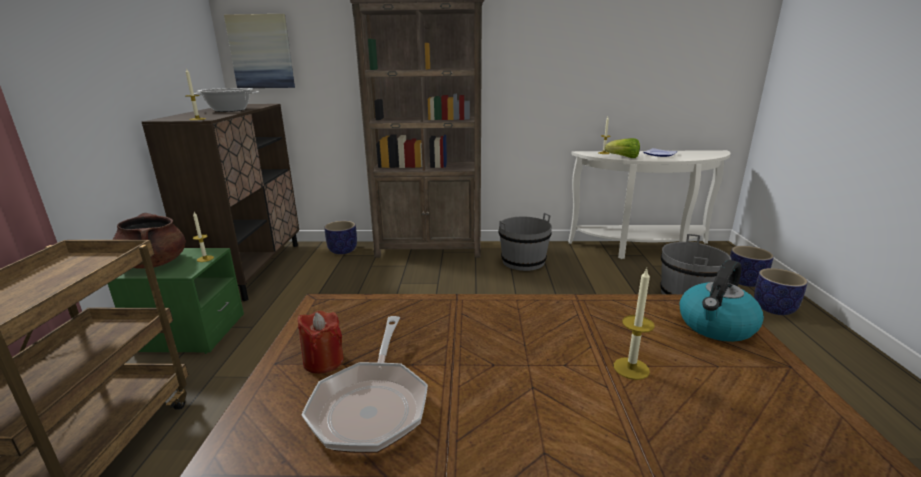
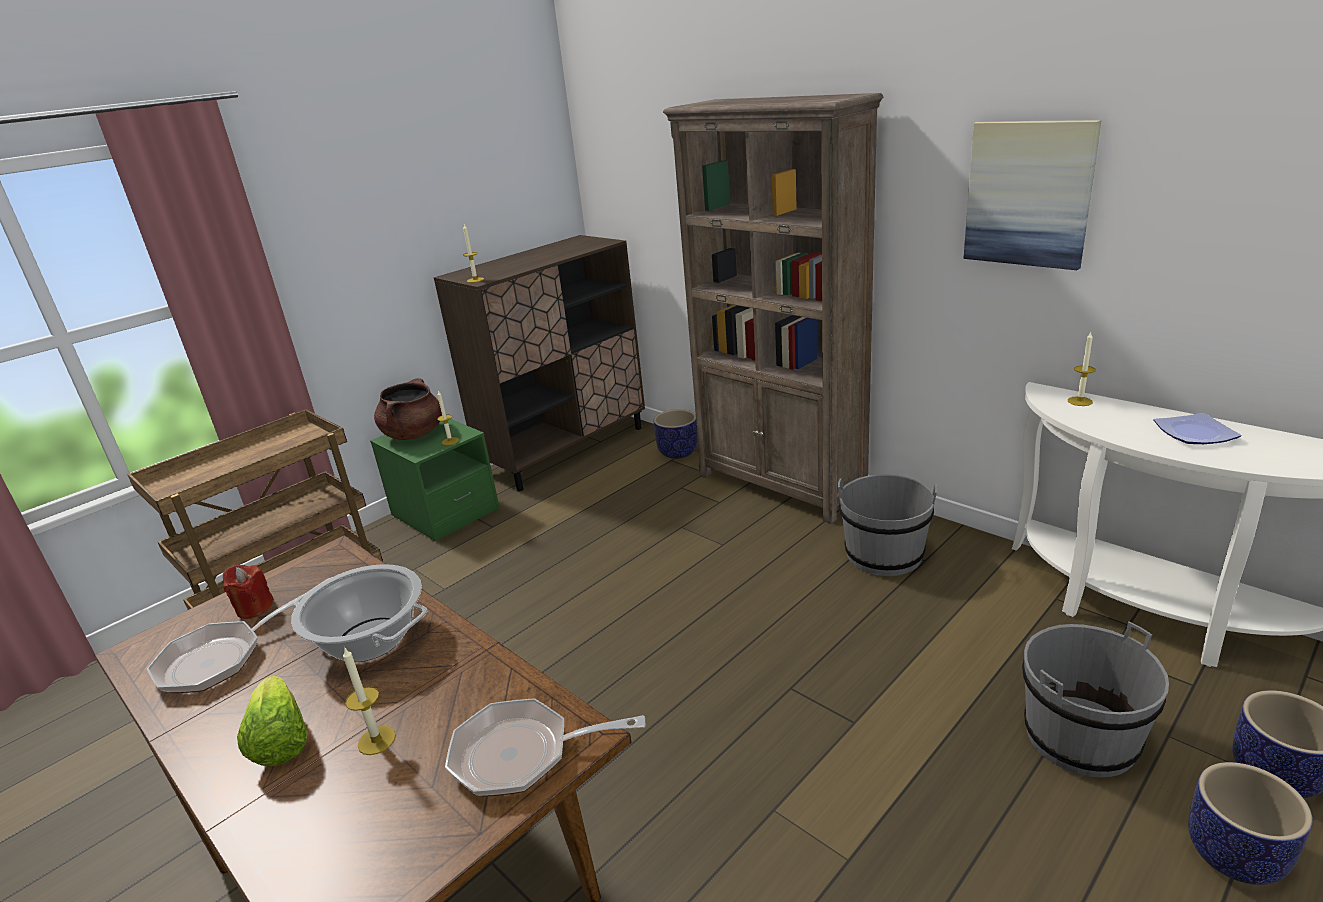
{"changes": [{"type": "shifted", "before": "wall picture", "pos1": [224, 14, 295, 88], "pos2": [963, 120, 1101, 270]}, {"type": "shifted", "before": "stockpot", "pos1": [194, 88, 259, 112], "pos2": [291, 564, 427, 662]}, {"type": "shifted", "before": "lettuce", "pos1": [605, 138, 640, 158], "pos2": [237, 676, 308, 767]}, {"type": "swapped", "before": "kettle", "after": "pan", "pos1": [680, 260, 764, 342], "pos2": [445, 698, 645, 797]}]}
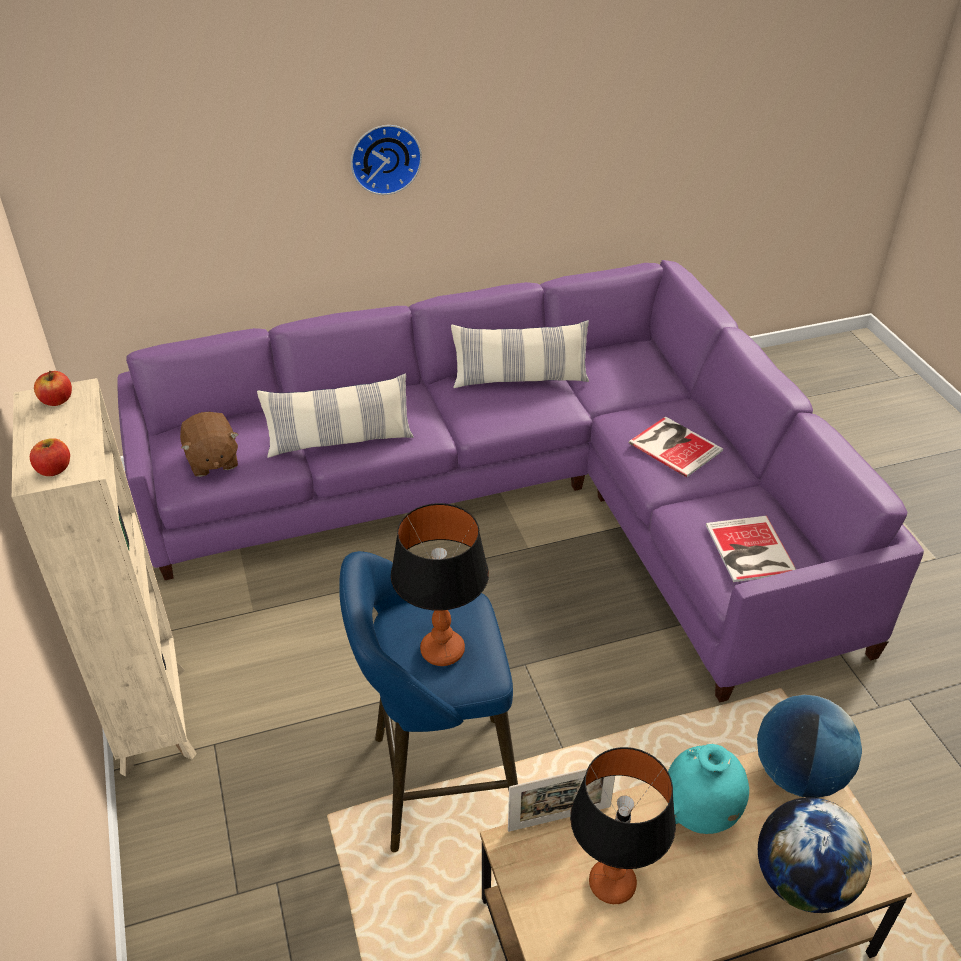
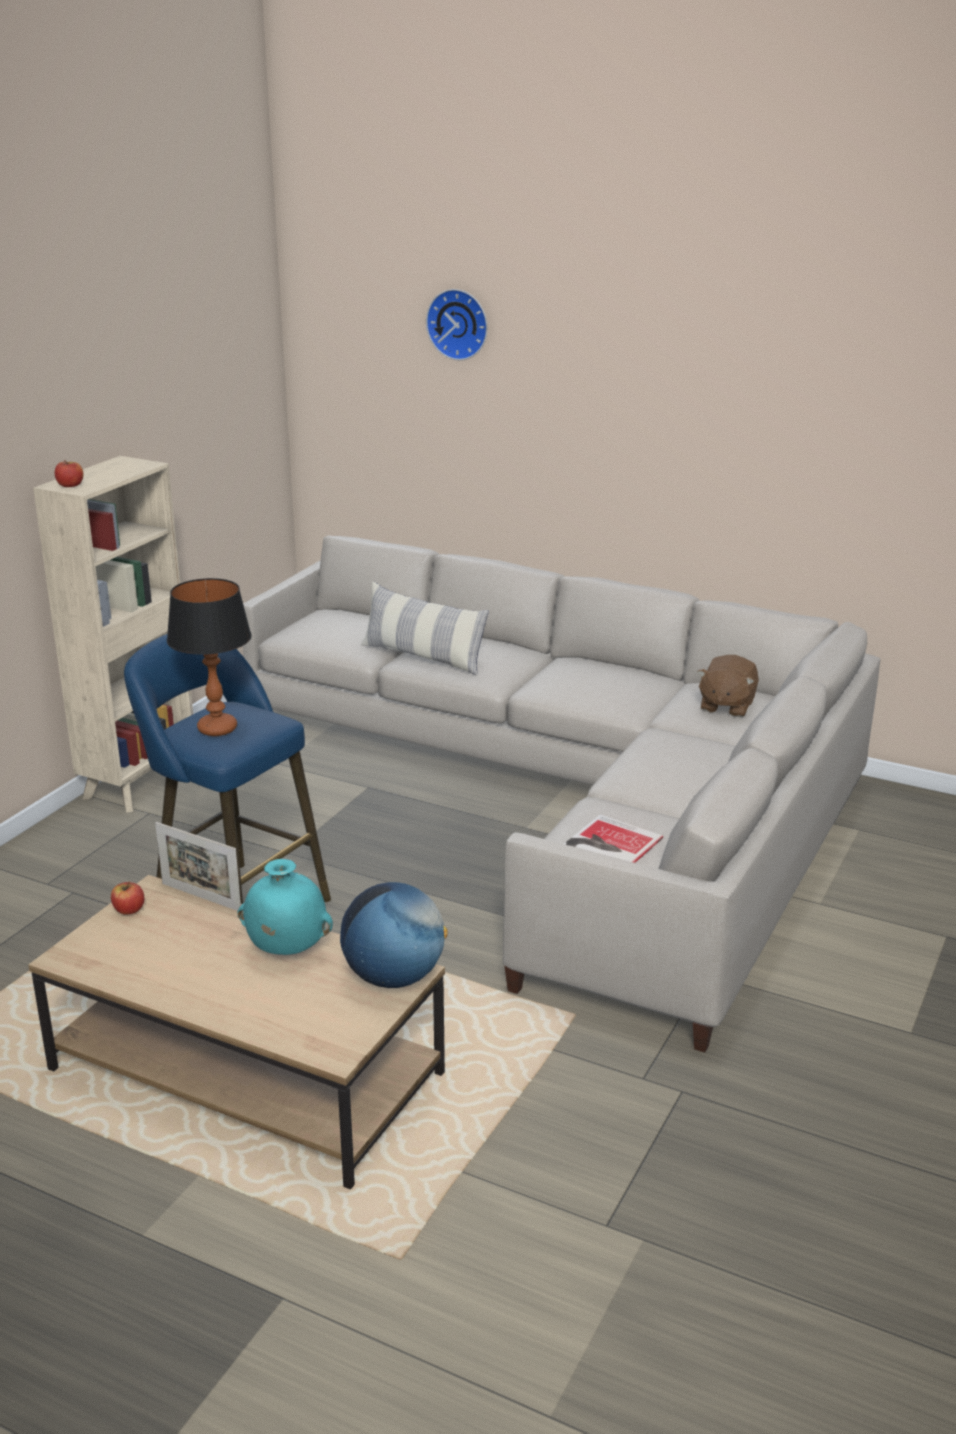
{"changes": [{"type": "shifted", "before": "wall clock", "pos1": [351, 125, 422, 195], "pos2": [426, 289, 488, 360]}, {"type": "repainted", "before": "purple sofa", "after": "sand-coloured sofa", "pos1": [117, 260, 924, 703], "pos2": [243, 536, 880, 1053]}, {"type": "gone", "before": "pillow", "pos1": [451, 320, 589, 388]}, {"type": "shifted", "before": "apple", "pos1": [34, 370, 72, 406], "pos2": [111, 882, 144, 915]}, {"type": "shifted", "before": "brownish soft toy", "pos1": [180, 412, 239, 477], "pos2": [697, 655, 759, 717]}, {"type": "gone", "before": "volume", "pos1": [629, 416, 723, 477]}, {"type": "gone", "before": "table lamp", "pos1": [570, 747, 676, 904]}, {"type": "gone", "before": "globe", "pos1": [758, 797, 872, 913]}]}
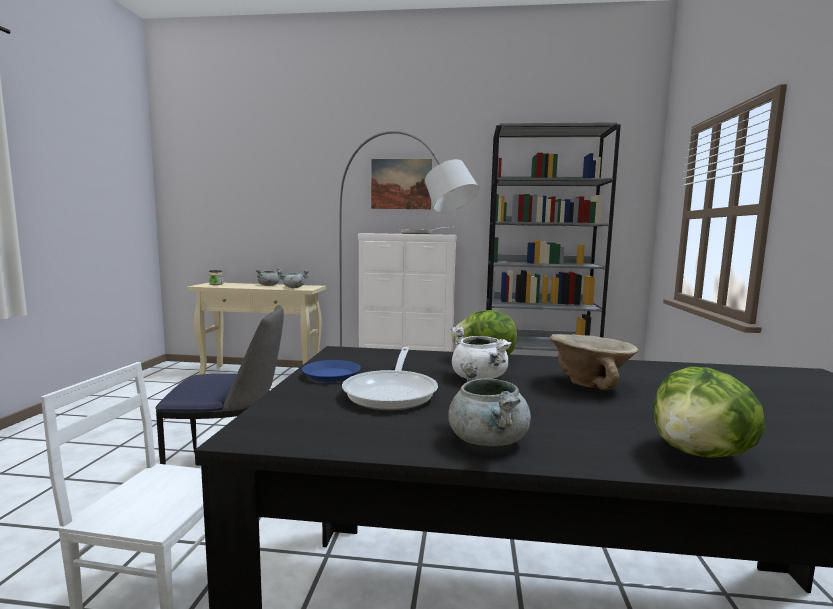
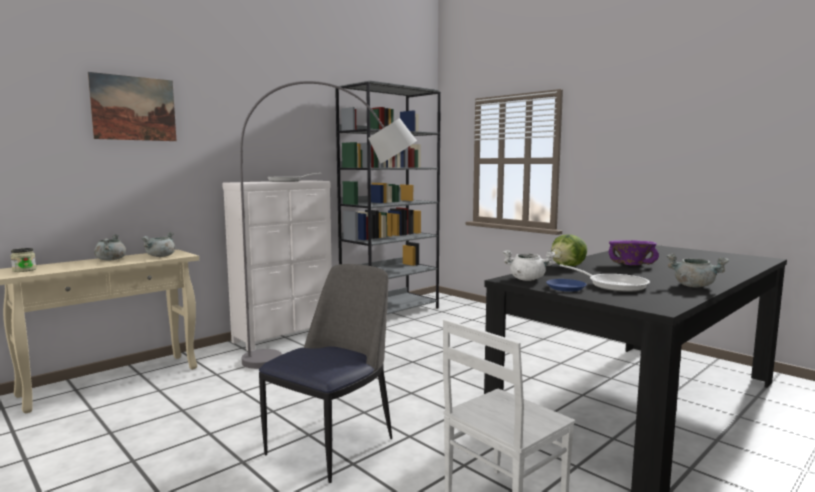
{"changes": [{"type": "shifted", "before": "wall picture", "pos1": [371, 159, 432, 209], "pos2": [88, 72, 177, 141]}, {"type": "shifted", "before": "white stockpot", "pos1": [451, 326, 512, 379], "pos2": [503, 250, 556, 281]}, {"type": "repainted", "before": "sand-coloured bowl", "after": "purple bowl", "pos1": [550, 334, 639, 391], "pos2": [609, 240, 659, 266]}, {"type": "gone", "before": "lettuce", "pos1": [654, 366, 766, 458]}]}
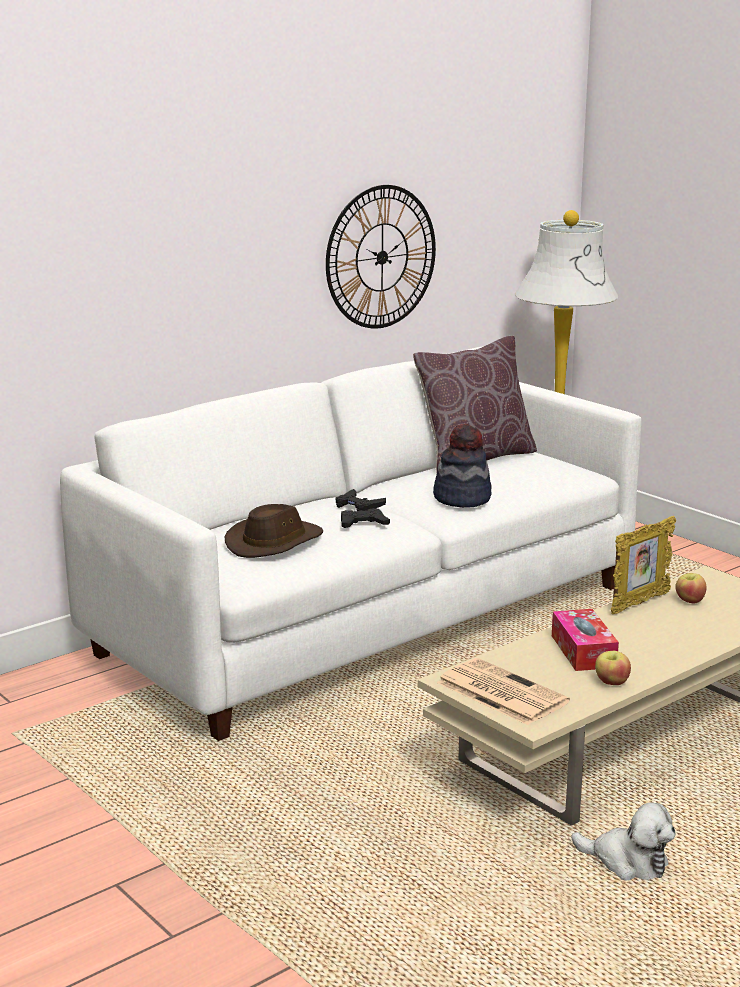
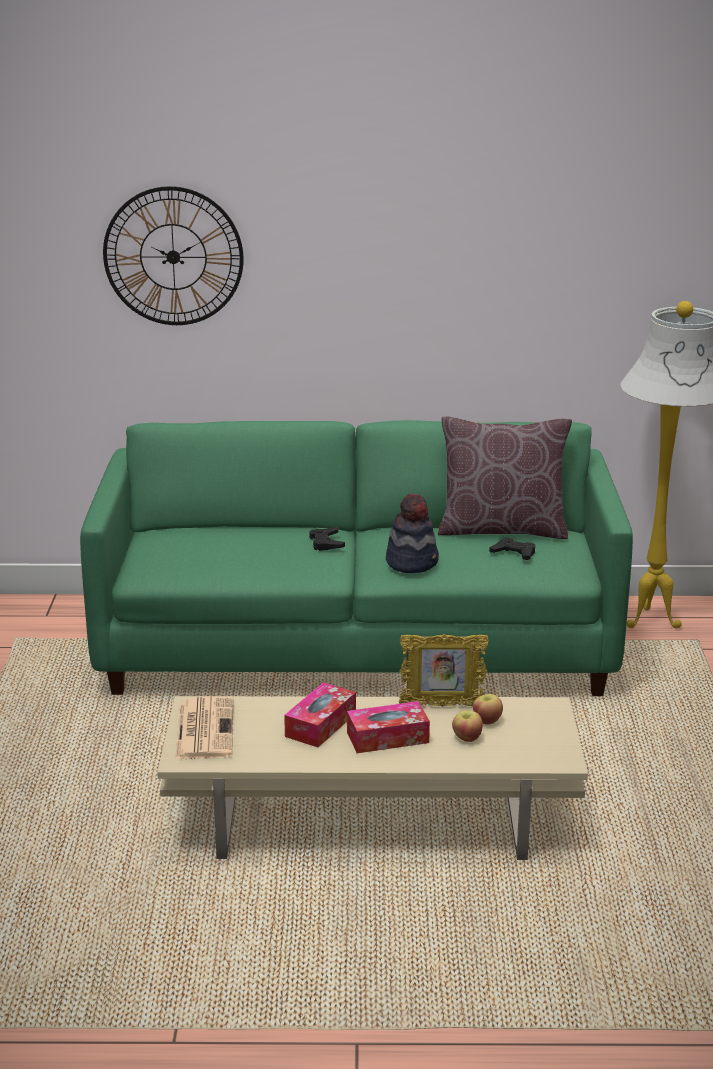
{"changes": [{"type": "shifted", "before": "wall clock", "pos1": [326, 185, 436, 329], "pos2": [103, 186, 244, 325]}, {"type": "repainted", "before": "white sofa", "after": "greenish sofa", "pos1": [60, 346, 641, 741], "pos2": [80, 420, 633, 696]}, {"type": "gone", "before": "brownish clothing hat", "pos1": [224, 504, 323, 558]}, {"type": "shifted", "before": "blackish gamepad", "pos1": [341, 508, 390, 528], "pos2": [489, 538, 535, 560]}, {"type": "shifted", "before": "apple", "pos1": [595, 651, 631, 685], "pos2": [452, 710, 483, 742]}, {"type": "gone", "before": "soft toy", "pos1": [571, 803, 675, 881]}, {"type": "new", "after": "tissue holder", "pos2": [347, 701, 430, 753]}]}
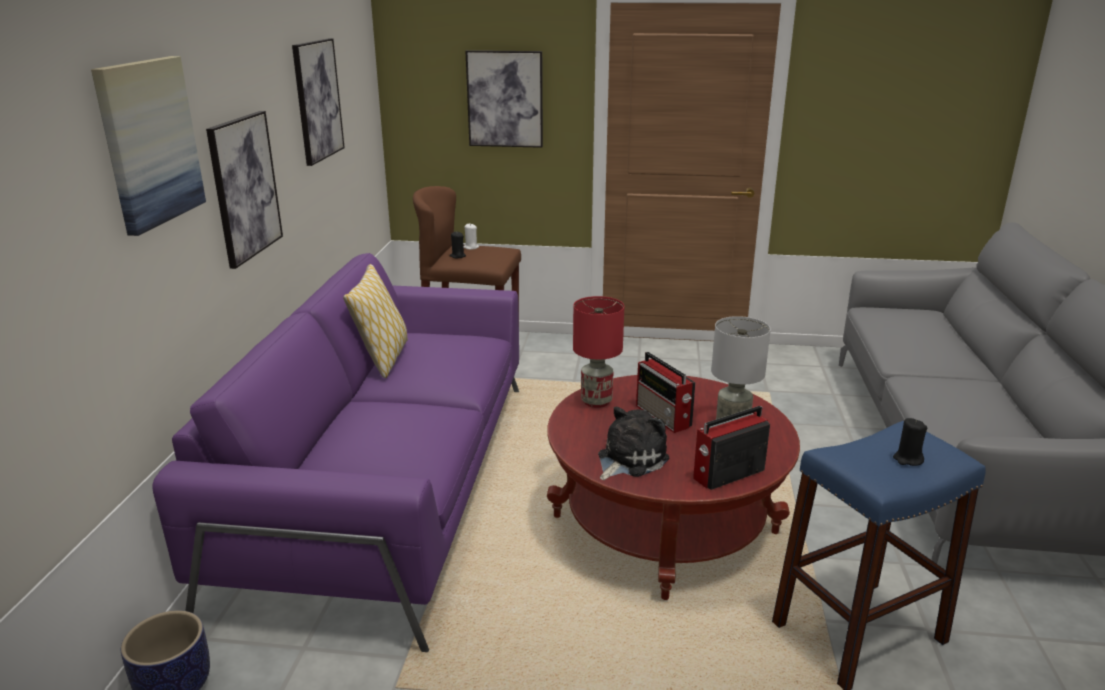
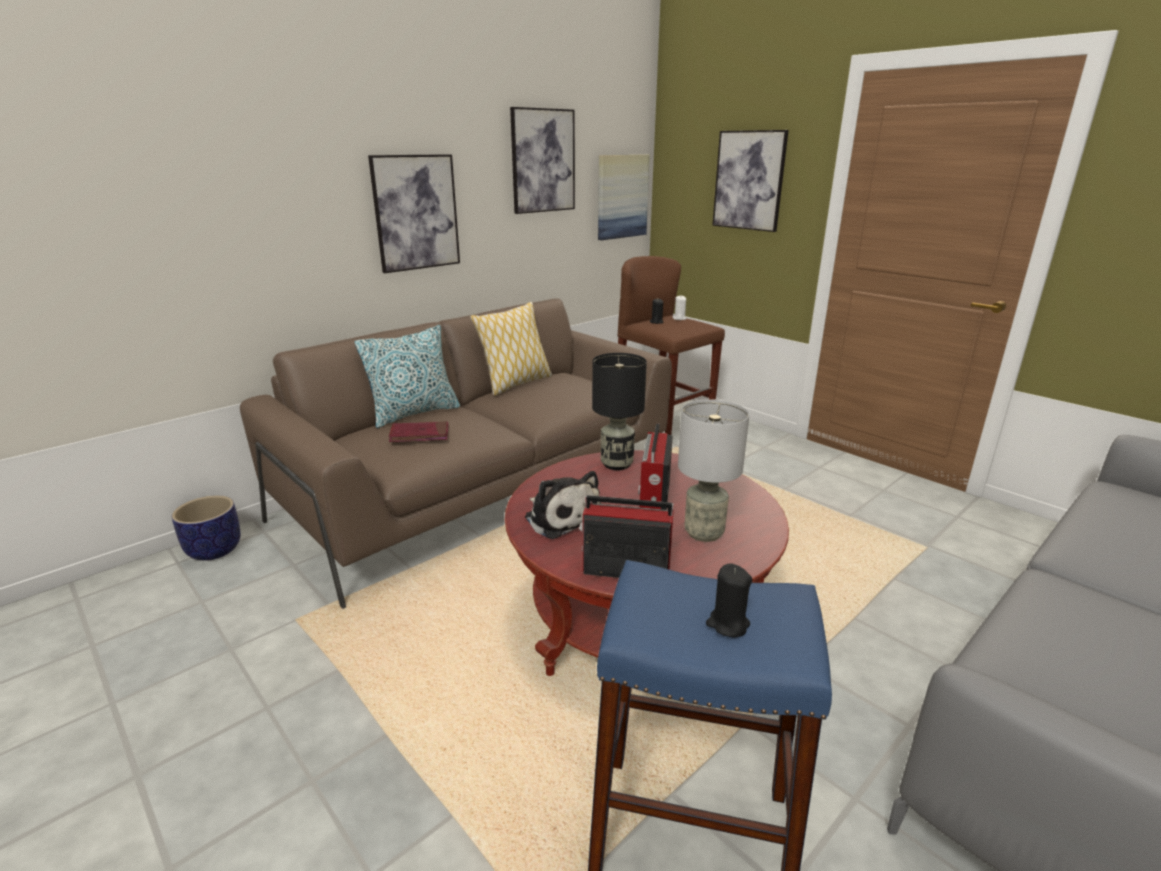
{"changes": [{"type": "shifted", "before": "wall picture", "pos1": [91, 56, 206, 236], "pos2": [598, 155, 650, 240]}, {"type": "repainted", "before": "purple sofa", "after": "brownish sofa", "pos1": [152, 253, 519, 652], "pos2": [240, 298, 672, 609]}, {"type": "repainted", "before": "red table lamp", "after": "blackish table lamp", "pos1": [573, 296, 624, 408], "pos2": [592, 353, 647, 470]}, {"type": "rotated", "before": "soft toy", "pos1": [598, 407, 669, 480], "pos2": [525, 471, 601, 539], "turn": 60}, {"type": "new", "after": "pillow", "pos2": [355, 325, 460, 428]}, {"type": "new", "after": "red volume", "pos2": [389, 421, 448, 442]}]}
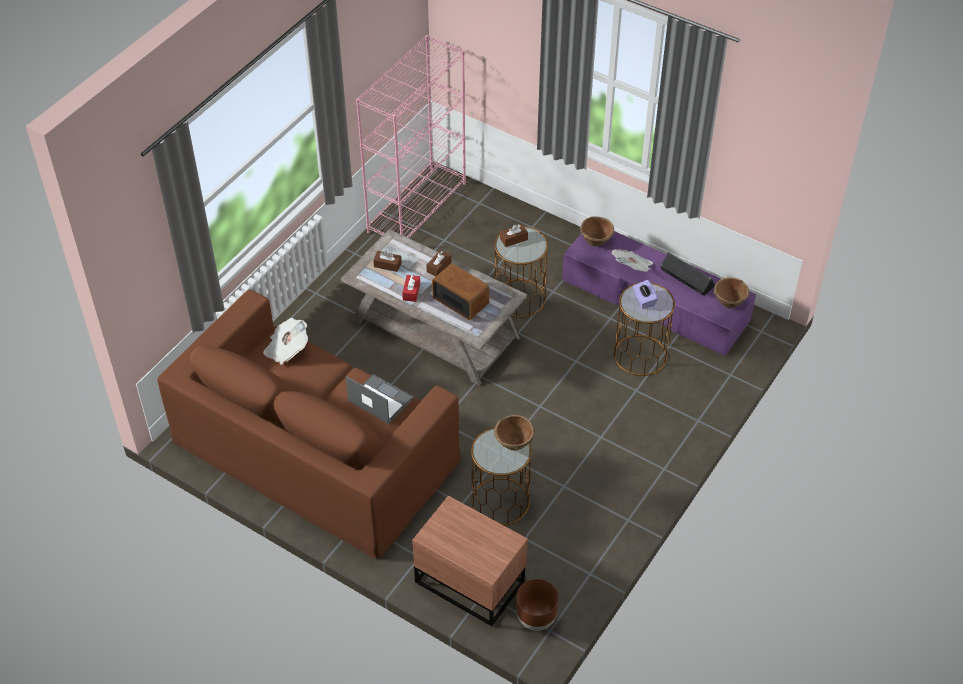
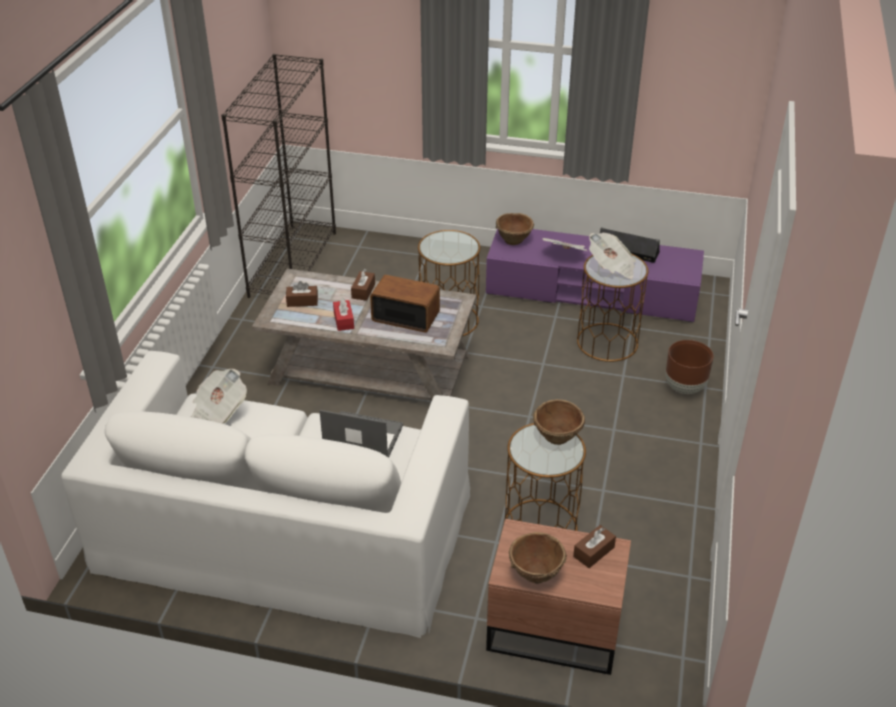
{"changes": [{"type": "repainted", "before": "pinkish bookcase", "after": "blackish bookcase", "pos1": [356, 35, 466, 238], "pos2": [221, 54, 336, 298]}, {"type": "shifted", "before": "brownish tissue holder", "pos1": [500, 224, 528, 247], "pos2": [573, 525, 616, 568]}, {"type": "shifted", "before": "brownish bowl", "pos1": [713, 277, 749, 308], "pos2": [509, 532, 567, 584]}, {"type": "swapped", "before": "purple tissue holder", "after": "newspaper", "pos1": [633, 280, 658, 309], "pos2": [589, 233, 636, 279]}, {"type": "repainted", "before": "brownish sofa", "after": "white sofa", "pos1": [157, 289, 461, 559], "pos2": [61, 351, 470, 638]}, {"type": "shifted", "before": "brownish planter", "pos1": [516, 579, 559, 631], "pos2": [666, 340, 713, 394]}]}
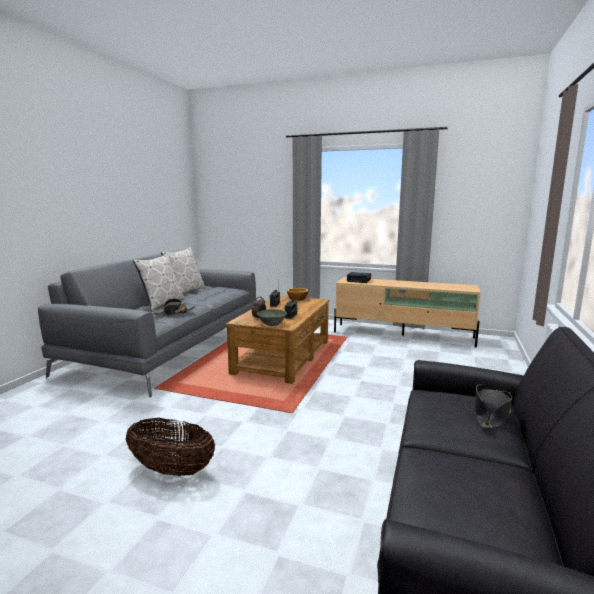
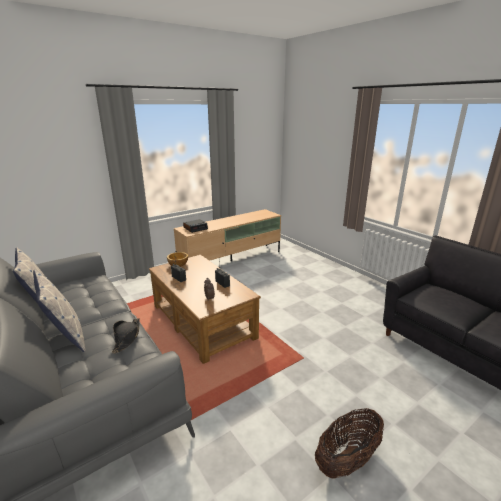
{"changes": [{"type": "gone", "before": "greyish bowl", "pos1": [257, 309, 287, 326]}, {"type": "gone", "before": "blackish clothing hat", "pos1": [475, 384, 512, 428]}]}
